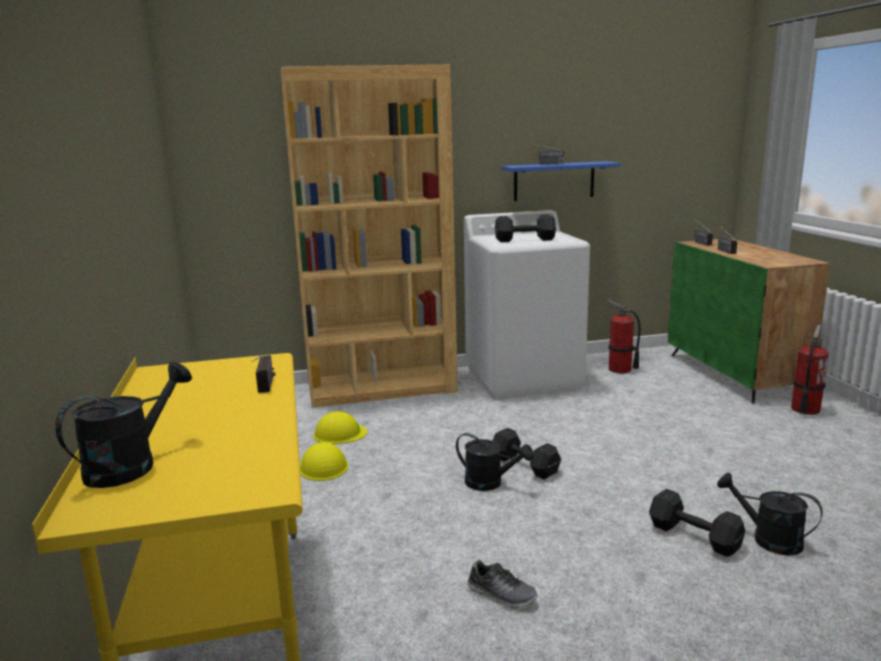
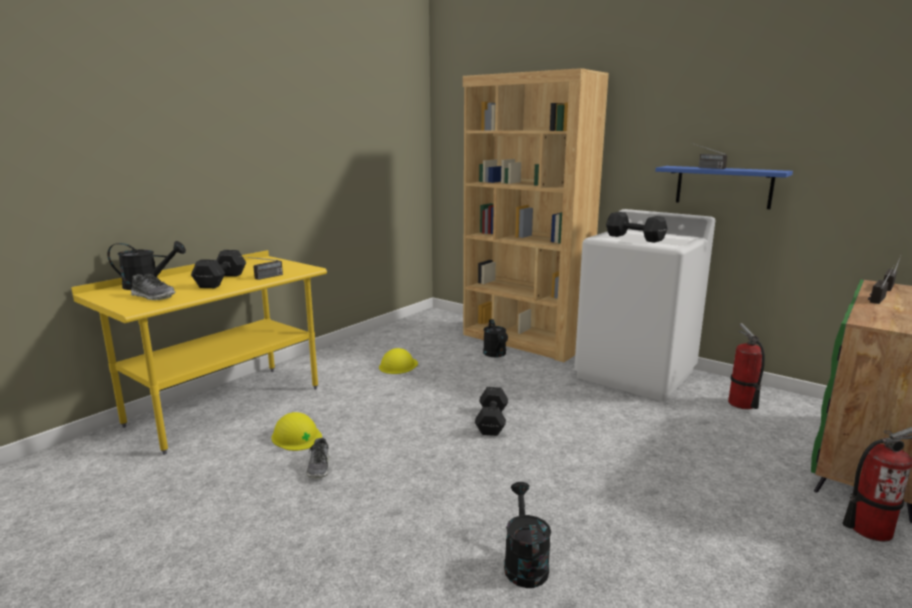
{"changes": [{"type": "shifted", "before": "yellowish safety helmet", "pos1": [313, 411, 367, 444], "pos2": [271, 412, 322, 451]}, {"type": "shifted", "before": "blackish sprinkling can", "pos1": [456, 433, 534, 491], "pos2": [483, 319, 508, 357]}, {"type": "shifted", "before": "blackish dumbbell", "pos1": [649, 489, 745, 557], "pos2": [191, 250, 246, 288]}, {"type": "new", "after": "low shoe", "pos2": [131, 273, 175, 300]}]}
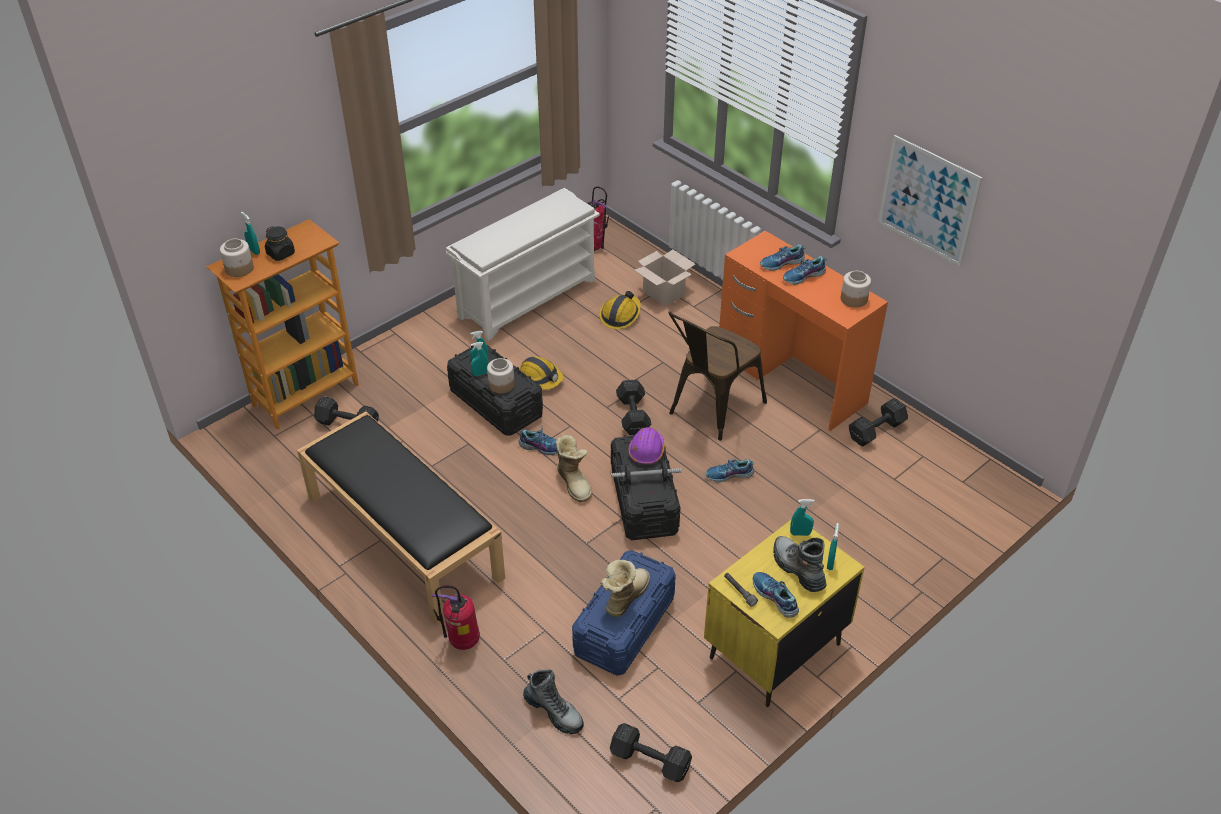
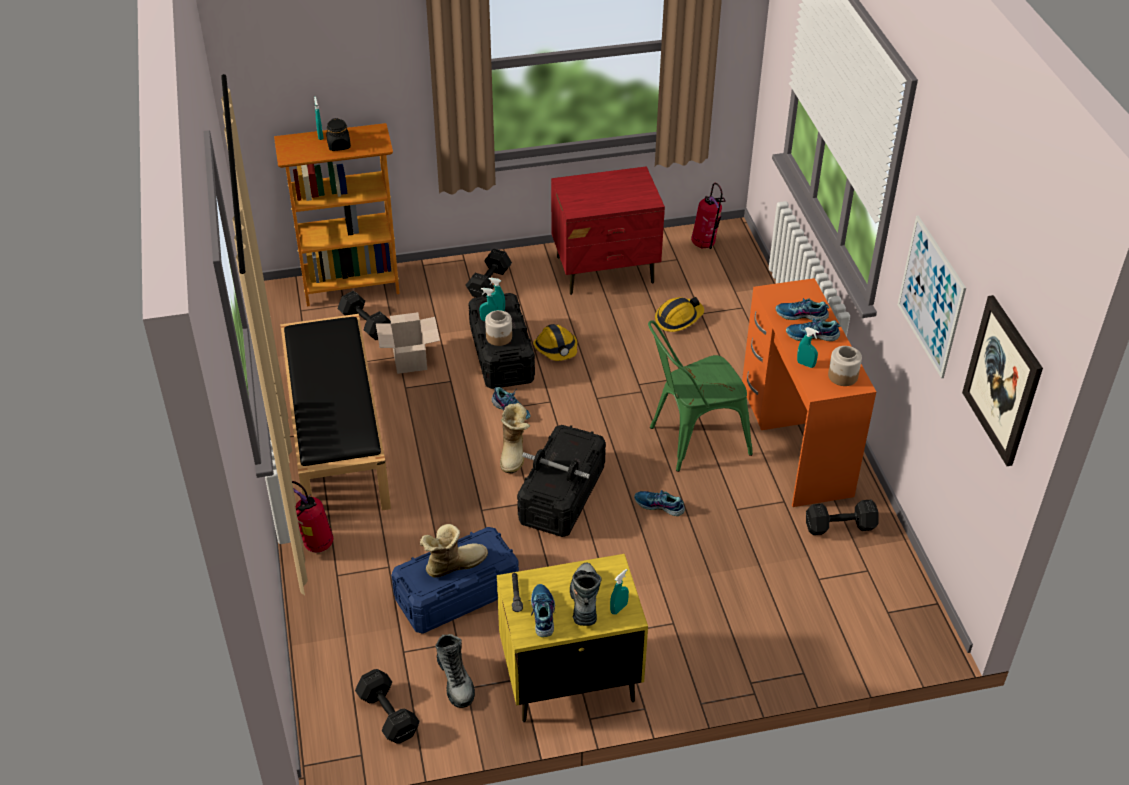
{"changes": [{"type": "swapped", "before": "white shoe shelf", "after": "red nightstand", "pos1": [446, 188, 600, 341], "pos2": [551, 166, 665, 295]}, {"type": "gone", "before": "jar", "pos1": [220, 239, 254, 277]}, {"type": "shifted", "before": "packing box", "pos1": [635, 249, 695, 306], "pos2": [376, 312, 440, 374]}, {"type": "repainted", "before": "brownish upright chair", "after": "greenish upright chair", "pos1": [668, 311, 767, 441], "pos2": [648, 320, 753, 472]}, {"type": "shifted", "before": "blackish dumbbell", "pos1": [616, 379, 651, 435], "pos2": [466, 249, 512, 297]}, {"type": "gone", "before": "purple safety helmet", "pos1": [629, 427, 665, 465]}, {"type": "shifted", "before": "turquoise spray bottle", "pos1": [790, 499, 815, 536], "pos2": [797, 327, 819, 368]}, {"type": "shifted", "before": "tall boot", "pos1": [523, 669, 584, 734], "pos2": [435, 634, 475, 708]}, {"type": "new", "after": "wall picture", "pos2": [962, 295, 1043, 466]}]}
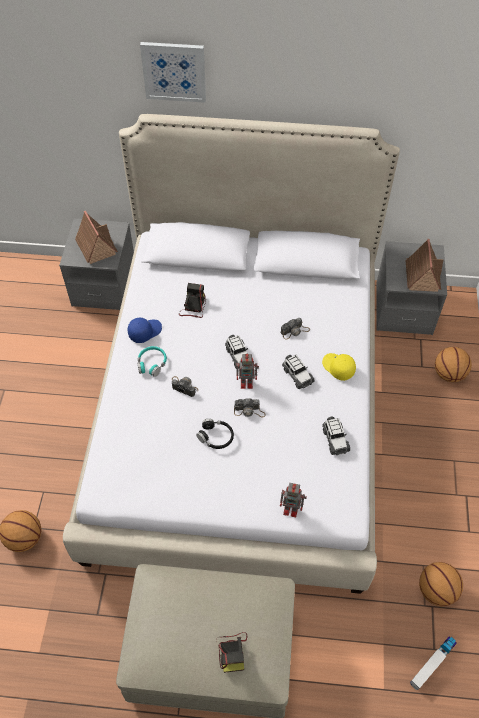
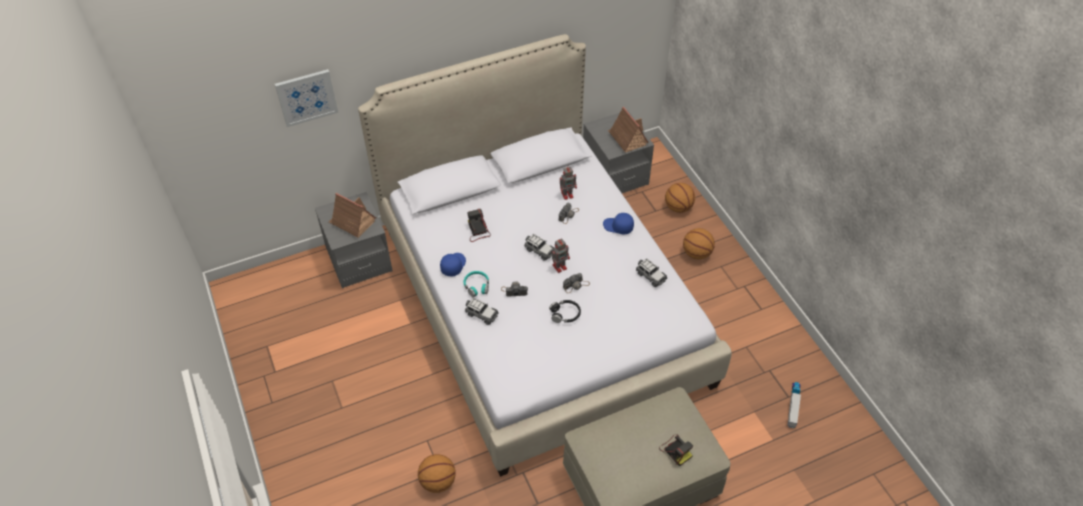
{"changes": [{"type": "shifted", "before": "wall picture", "pos1": [140, 42, 206, 103], "pos2": [275, 69, 338, 127]}, {"type": "repainted", "before": "yellowish baseball cap", "after": "bluish baseball cap", "pos1": [322, 353, 356, 381], "pos2": [603, 213, 634, 235]}, {"type": "shifted", "before": "model car", "pos1": [282, 355, 315, 389], "pos2": [465, 298, 499, 325]}, {"type": "shifted", "before": "toy robot", "pos1": [280, 483, 307, 517], "pos2": [560, 166, 577, 200]}, {"type": "shifted", "before": "basketball", "pos1": [419, 562, 463, 606], "pos2": [683, 228, 715, 260]}]}
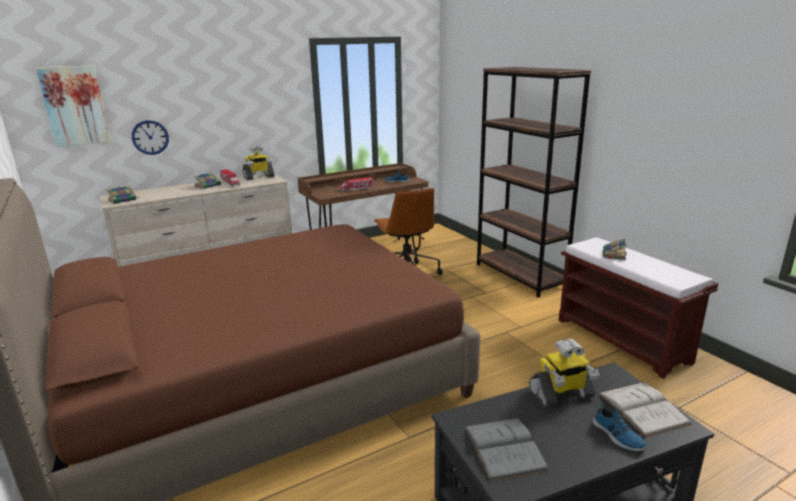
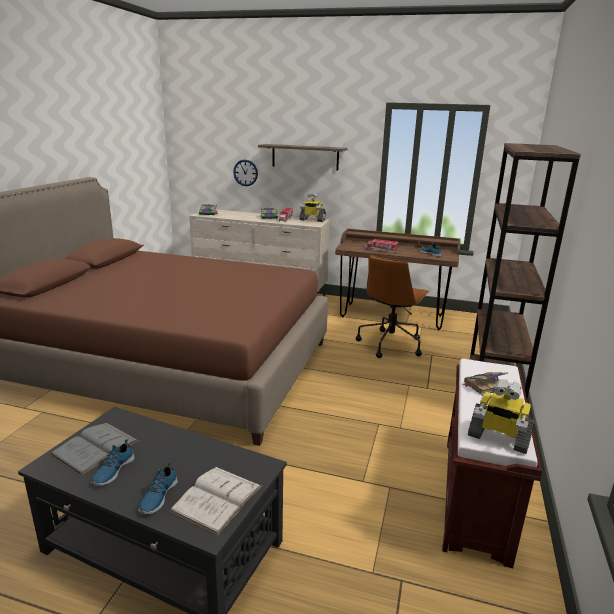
{"changes": [{"type": "gone", "before": "wall picture", "pos1": [36, 65, 111, 147]}, {"type": "shifted", "before": "toy robot", "pos1": [529, 338, 600, 407], "pos2": [468, 380, 535, 454]}, {"type": "new", "after": "wall shelf", "pos2": [258, 144, 348, 170]}, {"type": "new", "after": "low shoe", "pos2": [91, 439, 135, 486]}]}
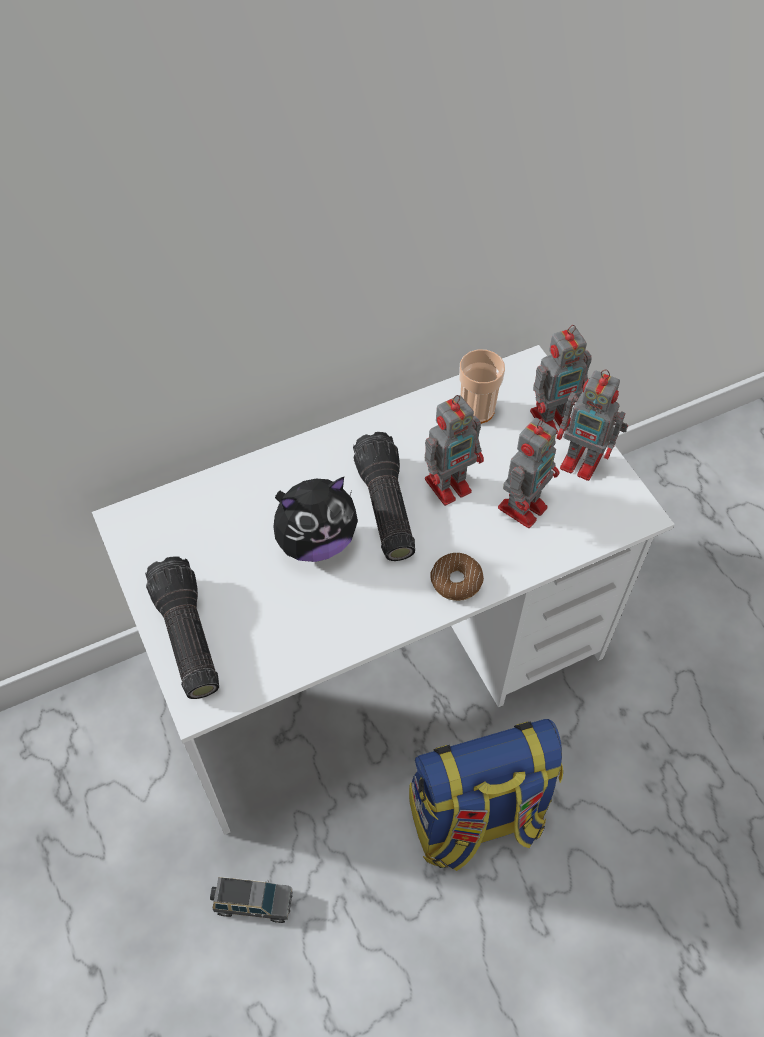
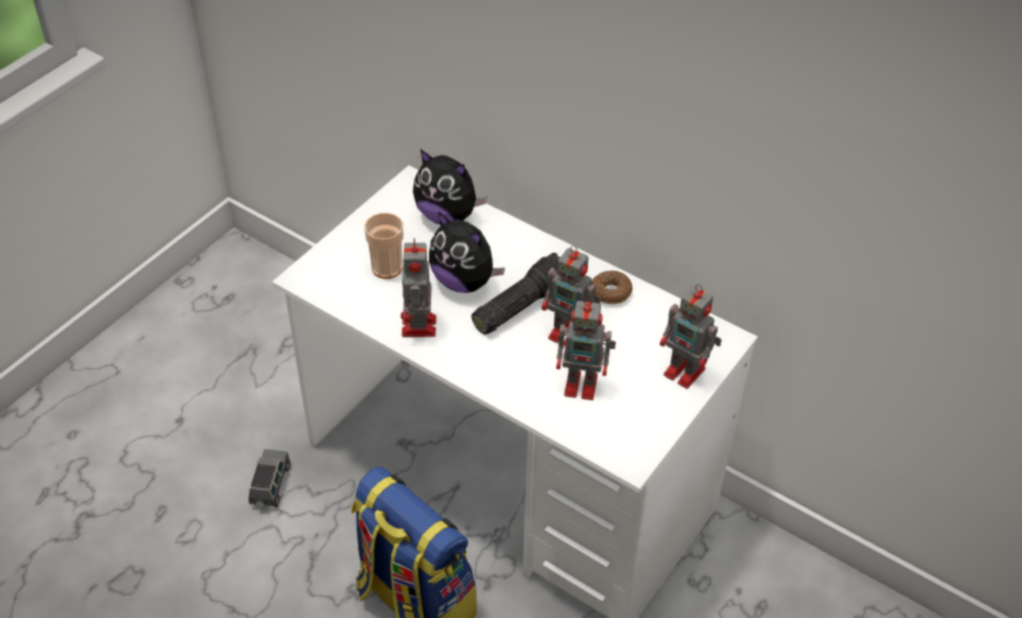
{"changes": [{"type": "shifted", "before": "small cup", "pos1": [459, 349, 505, 424], "pos2": [365, 213, 403, 279]}, {"type": "shifted", "before": "toy robot", "pos1": [556, 369, 628, 481], "pos2": [401, 238, 436, 337]}, {"type": "shifted", "before": "doughnut", "pos1": [430, 553, 484, 601], "pos2": [591, 271, 633, 304]}, {"type": "gone", "before": "hand torch", "pos1": [145, 556, 219, 699]}, {"type": "rotated", "before": "greyish model car", "pos1": [210, 877, 292, 923], "pos2": [249, 449, 290, 508], "turn": -150}, {"type": "new", "after": "soft toy", "pos2": [413, 149, 487, 224]}]}
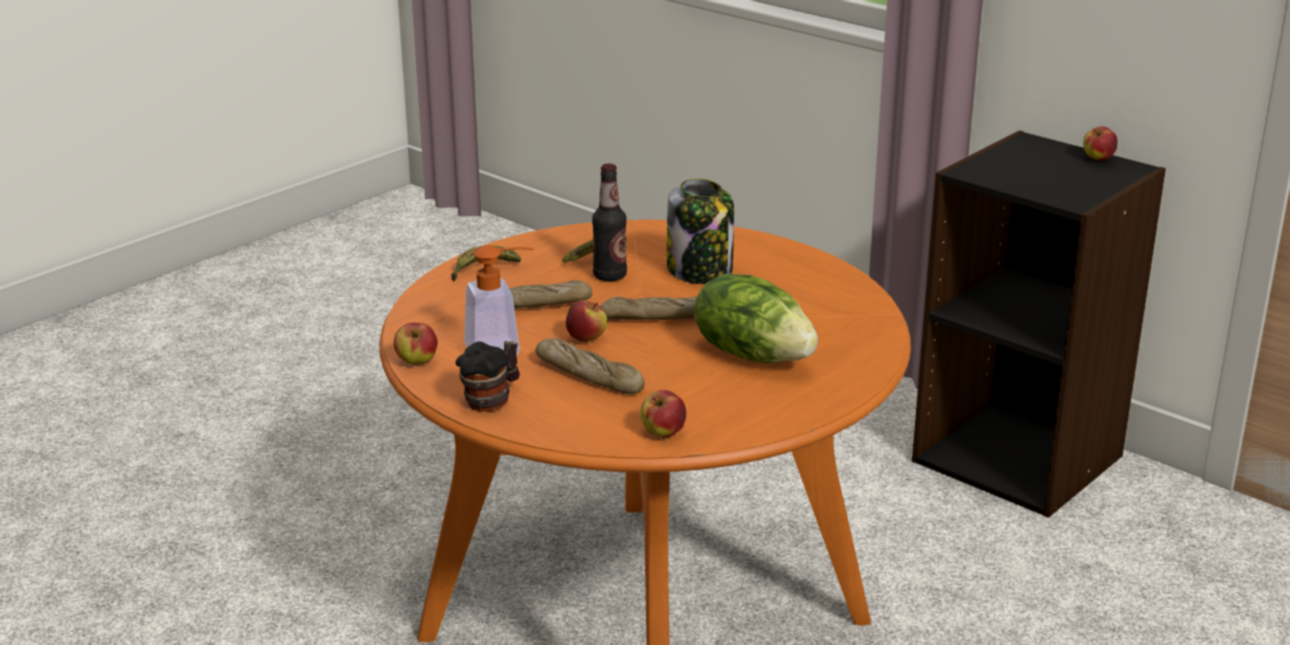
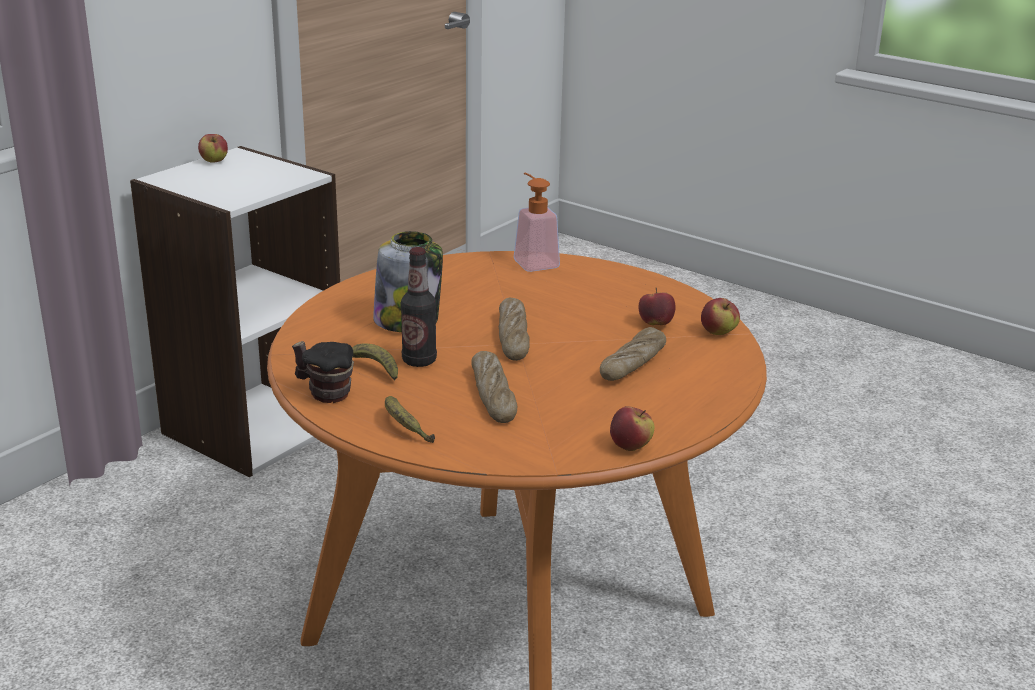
{"changes": [{"type": "repainted", "before": "blackish bookcase", "after": "white bookcase", "pos1": [912, 130, 1166, 518], "pos2": [130, 146, 340, 477]}, {"type": "shifted", "before": "soap dispenser", "pos1": [464, 245, 534, 355], "pos2": [514, 172, 560, 272]}, {"type": "gone", "before": "lettuce", "pos1": [694, 274, 818, 363]}, {"type": "shifted", "before": "apple", "pos1": [566, 300, 607, 342], "pos2": [639, 288, 676, 325]}, {"type": "shifted", "before": "coffee mug", "pos1": [455, 341, 520, 412], "pos2": [292, 341, 354, 403]}]}
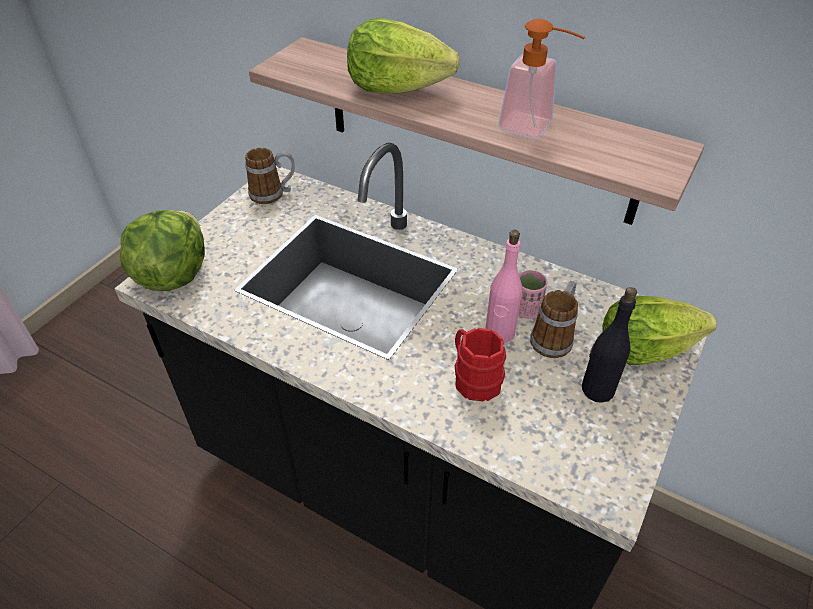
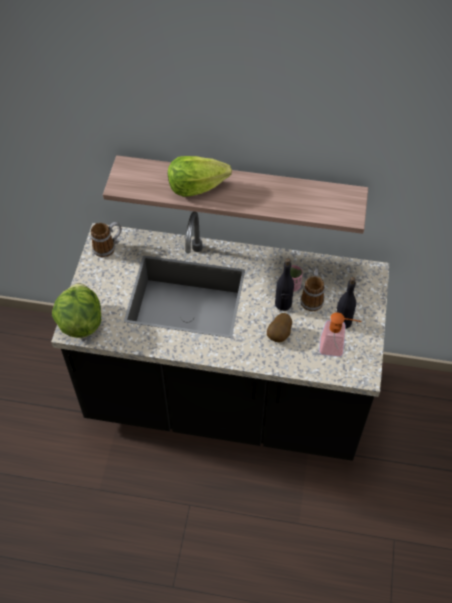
{"changes": [{"type": "shifted", "before": "soap dispenser", "pos1": [498, 19, 586, 138], "pos2": [319, 312, 362, 357]}, {"type": "repainted", "before": "pinkish drink bottle", "after": "blackish drink bottle", "pos1": [485, 230, 522, 343], "pos2": [275, 258, 294, 311]}, {"type": "gone", "before": "lettuce", "pos1": [603, 295, 717, 365]}, {"type": "swapped", "before": "red coffee mug", "after": "whole potato", "pos1": [455, 328, 506, 401], "pos2": [267, 313, 292, 342]}]}
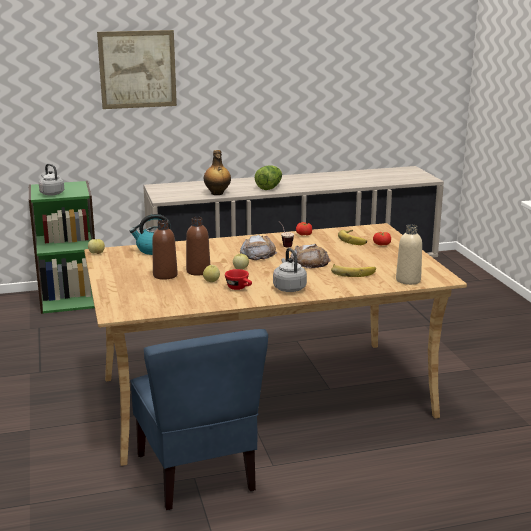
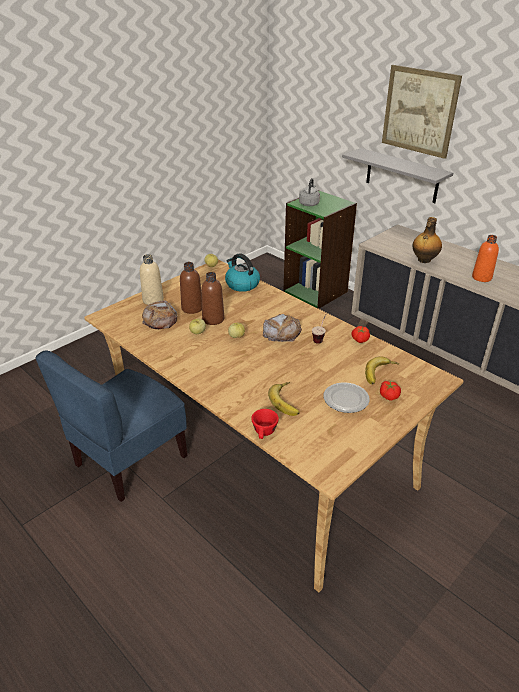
{"changes": [{"type": "swapped", "before": "lettuce", "after": "orange-coloured drink bottle", "pos1": [255, 165, 282, 190], "pos2": [472, 235, 499, 282]}, {"type": "shifted", "before": "sand-coloured drink bottle", "pos1": [396, 224, 422, 285], "pos2": [140, 254, 164, 305]}, {"type": "shifted", "before": "baked bread", "pos1": [290, 244, 331, 269], "pos2": [142, 300, 177, 329]}, {"type": "gone", "before": "greyish kettle", "pos1": [273, 248, 307, 292]}, {"type": "shifted", "before": "red small cup", "pos1": [225, 269, 252, 290], "pos2": [251, 409, 279, 439]}, {"type": "new", "after": "greyish wall shelf", "pos2": [342, 148, 453, 203]}, {"type": "new", "after": "flat dish", "pos2": [324, 382, 370, 413]}]}
